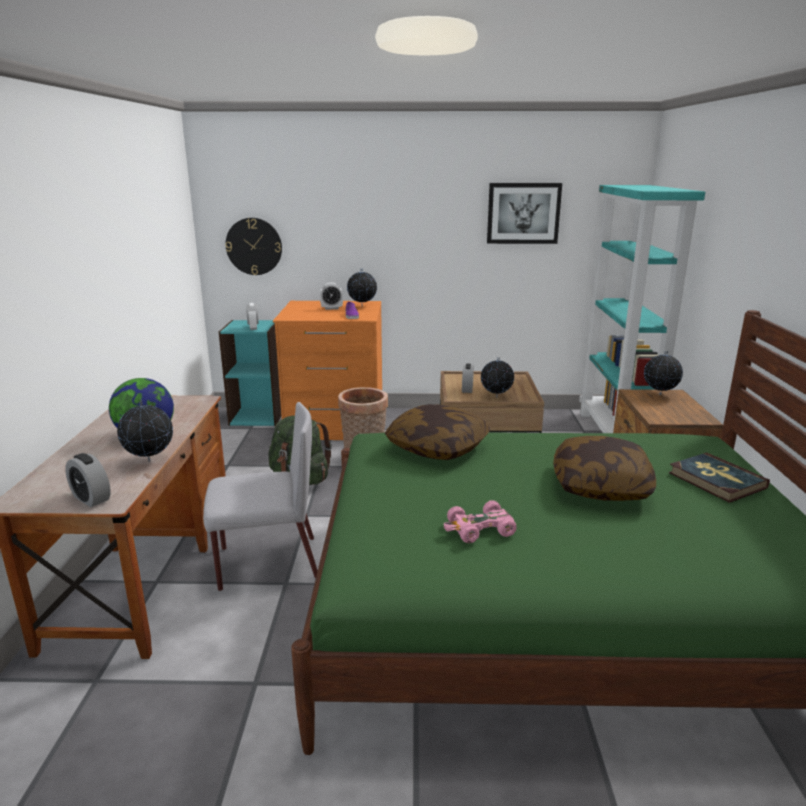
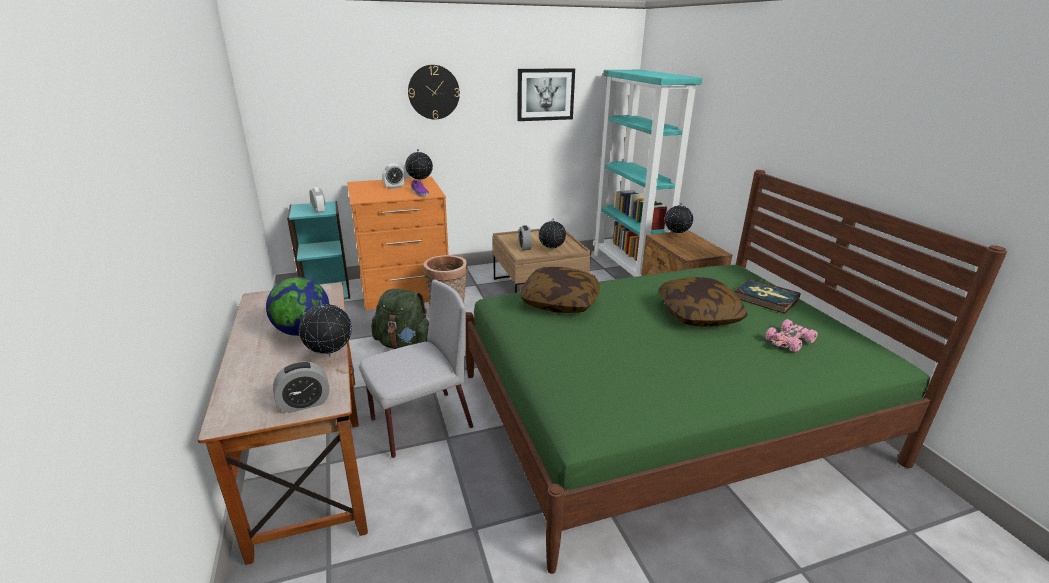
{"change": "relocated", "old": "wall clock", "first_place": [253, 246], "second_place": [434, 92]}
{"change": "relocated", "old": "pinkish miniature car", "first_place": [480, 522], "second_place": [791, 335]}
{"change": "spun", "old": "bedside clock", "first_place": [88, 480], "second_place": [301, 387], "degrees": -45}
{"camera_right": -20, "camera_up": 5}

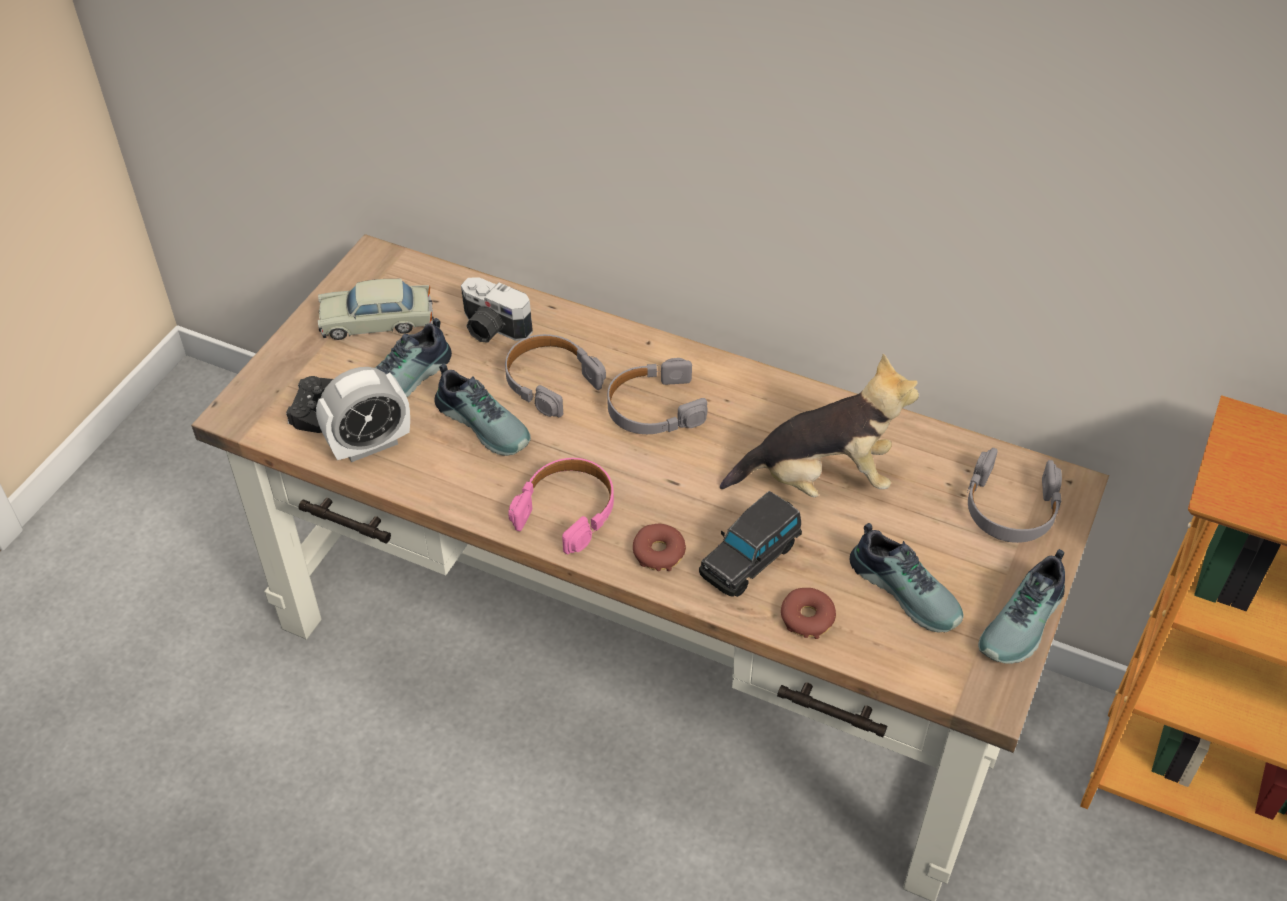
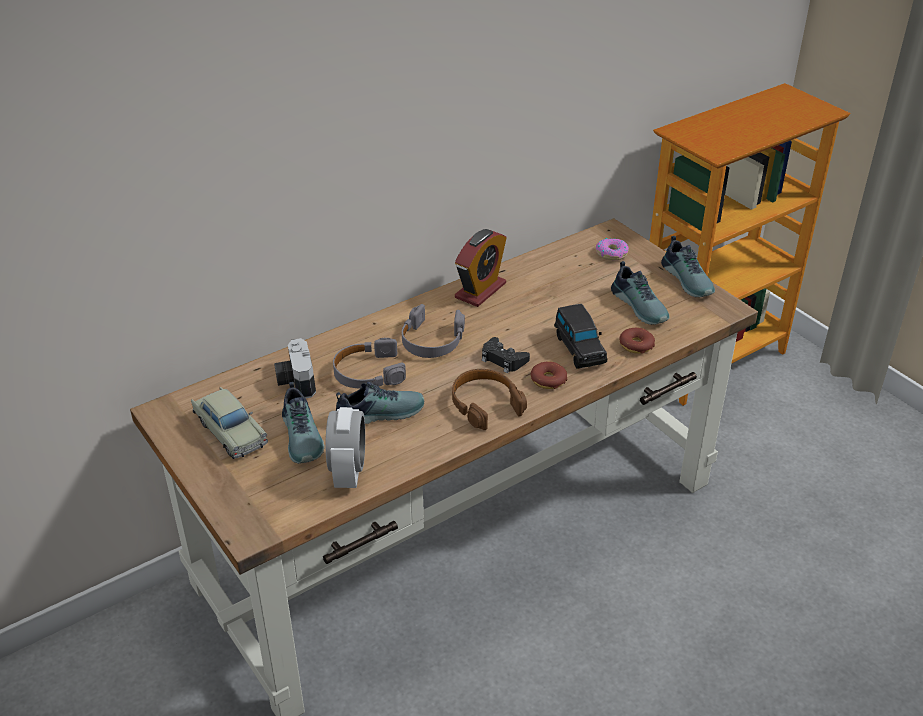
{"change": "missing", "old": "soft toy", "first_place": [819, 425]}
{"change": "appeared", "new": "bedside clock", "second_place": [480, 268]}
{"change": "relocated", "old": "black joypad", "first_place": [309, 404], "second_place": [506, 355]}
{"change": "exchanged", "old": "grey headset", "new": "ring doughnut", "first_place": [1014, 495], "second_place": [612, 249]}
{"change": "colour", "old": "pinkish headset", "new": "brown-coloured headset", "first_place": [561, 506], "second_place": [489, 399]}
{"change": "spun", "old": "beige miniature car", "first_place": [376, 309], "second_place": [229, 423], "degrees": -60}
{"change": "spun", "old": "photo camera", "first_place": [497, 310], "second_place": [295, 368], "degrees": 105}
{"change": "spun", "old": "item of footwear", "first_place": [907, 578], "second_place": [640, 293], "degrees": 75}
{"camera_right": -60, "camera_up": -10}

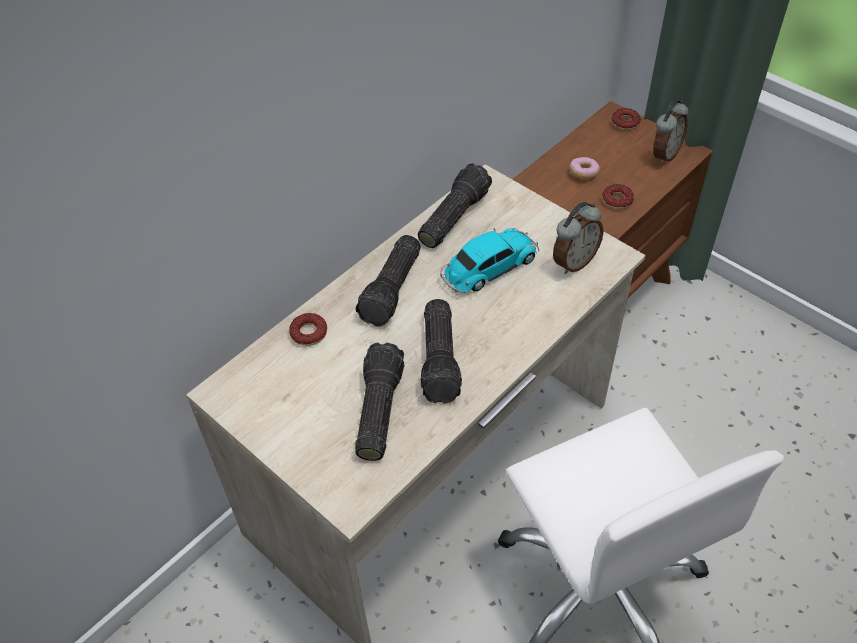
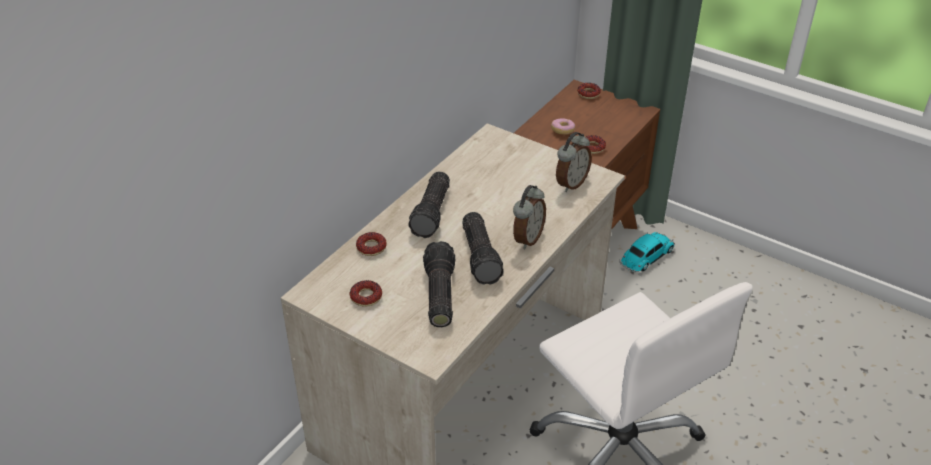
{"change": "missing", "old": "torch", "first_place": [455, 205]}
{"change": "appeared", "new": "ring doughnut", "second_place": [366, 293]}
{"change": "relocated", "old": "miniature car", "first_place": [490, 260], "second_place": [647, 252]}
{"change": "relocated", "old": "bedside clock", "first_place": [671, 132], "second_place": [529, 217]}
{"camera_right": -10, "camera_up": -10}

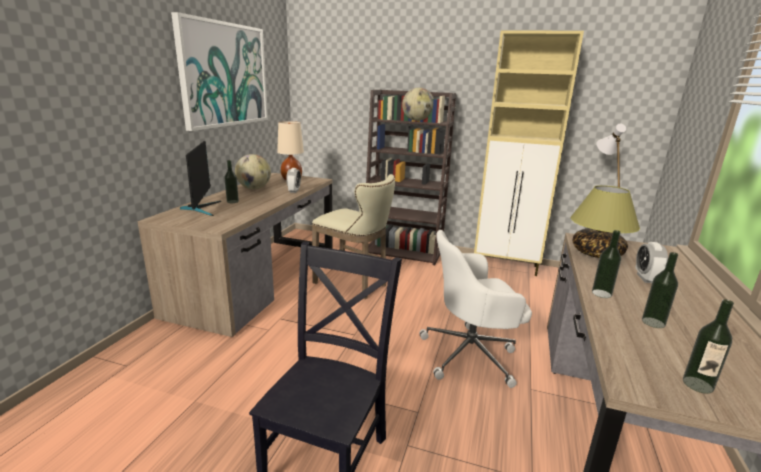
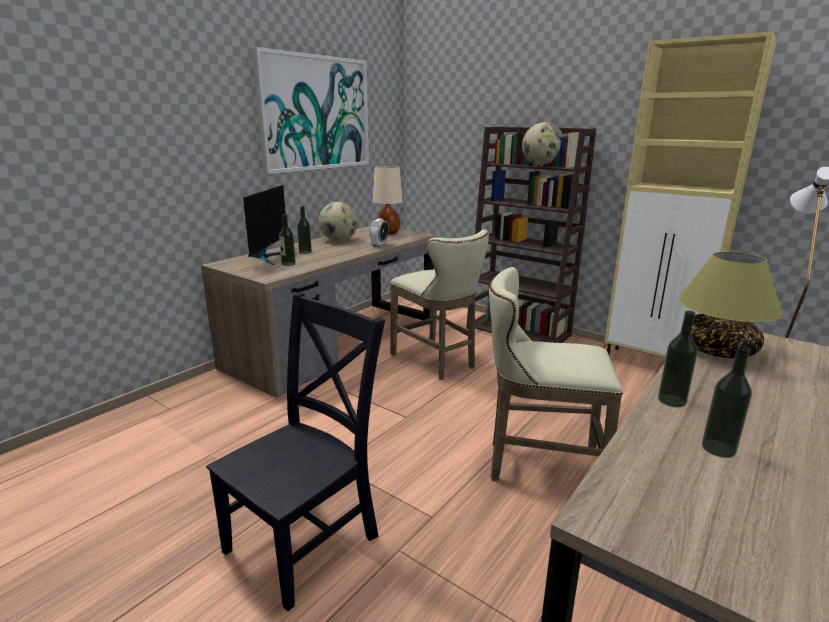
{"change": "missing", "old": "bedside clock", "first_place": [651, 262]}
{"change": "relocated", "old": "drink bottle", "first_place": [708, 346], "second_place": [287, 240]}
{"change": "exchanged", "old": "white-coloured computer chair", "new": "beige stool", "first_place": [475, 309], "second_place": [556, 374]}
{"camera_right": 20, "camera_up": 0}

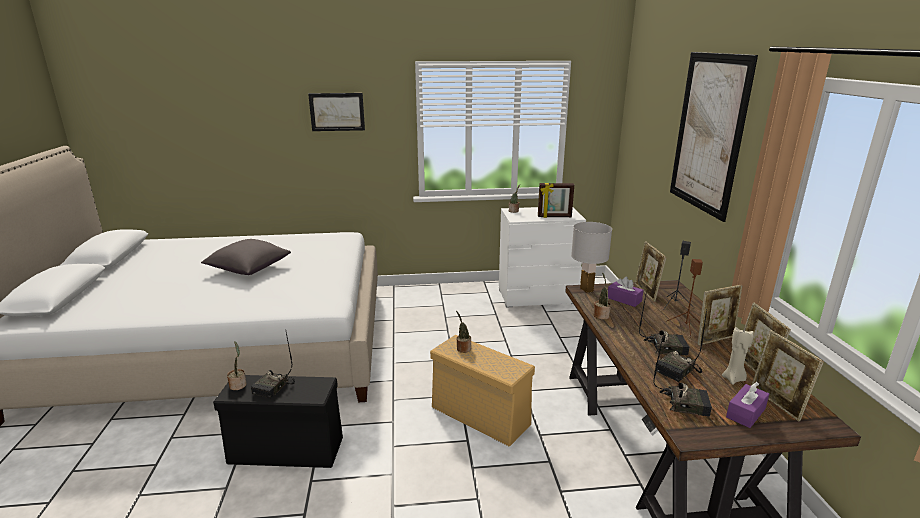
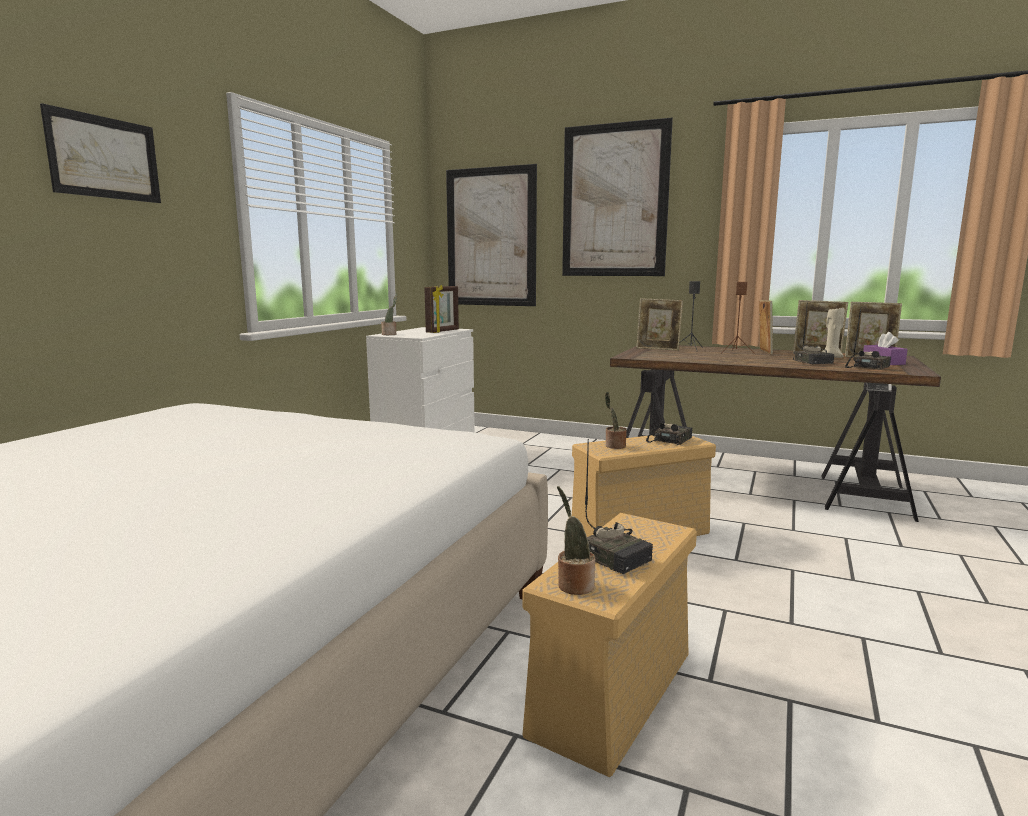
{"change": "missing", "old": "grey pillow", "first_place": [246, 257]}
{"change": "missing", "old": "white-coloured tabletop lamp", "first_place": [591, 257]}
{"change": "missing", "old": "potted plant", "first_place": [602, 296]}
{"change": "missing", "old": "purple-coloured tissue box", "first_place": [626, 292]}
{"change": "appeared", "new": "wall art", "second_place": [491, 235]}
{"change": "relocated", "old": "radio receiver", "first_place": [664, 323], "second_place": [669, 413]}
{"change": "colour", "old": "black storage container", "new": "beige storage container", "first_place": [278, 421], "second_place": [610, 645]}
{"camera_right": -60, "camera_up": -10}

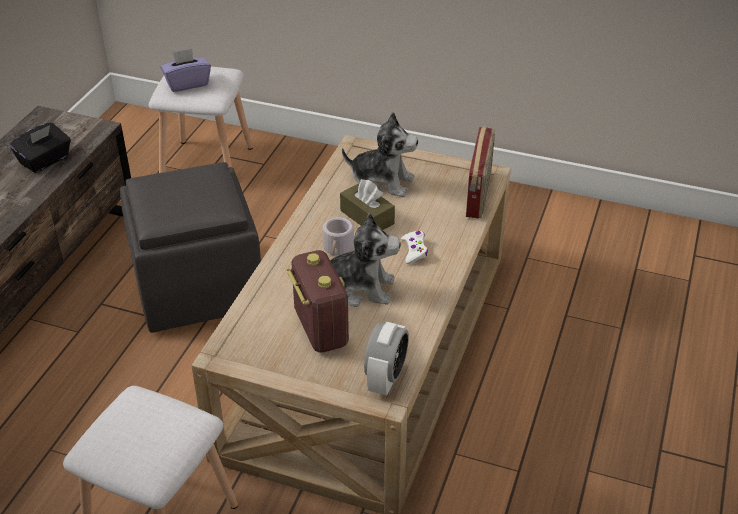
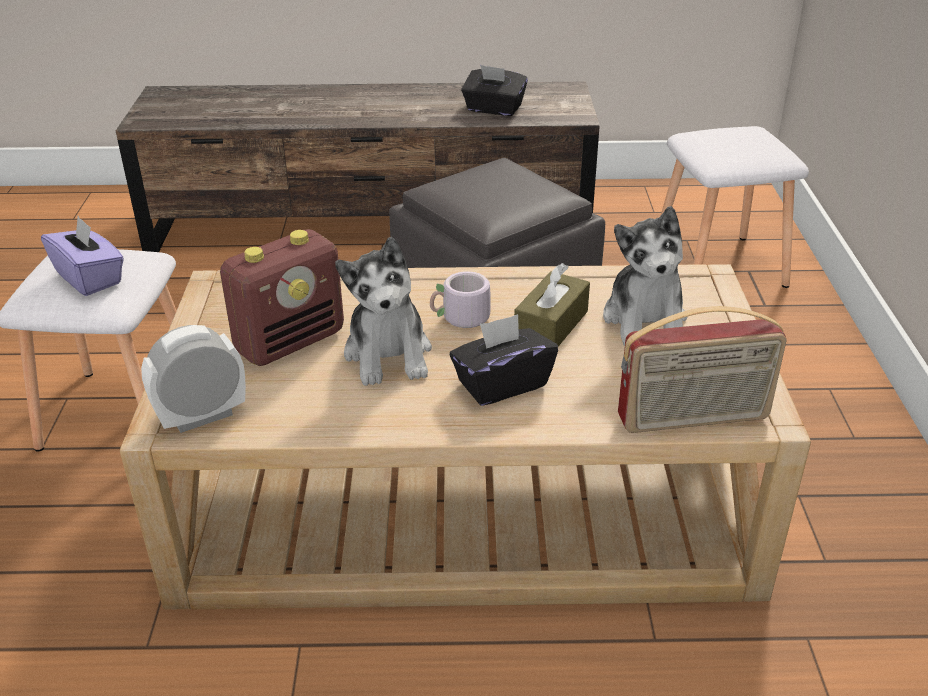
{"change": "relocated", "old": "purple-coloured tissue box", "first_place": [185, 70], "second_place": [82, 256]}
{"change": "exchanged", "old": "white-coloured joypad", "new": "black tissue box", "first_place": [414, 247], "second_place": [504, 360]}
{"change": "spun", "old": "bedside clock", "first_place": [386, 359], "second_place": [193, 379], "degrees": 150}
{"camera_right": 70, "camera_up": -5}

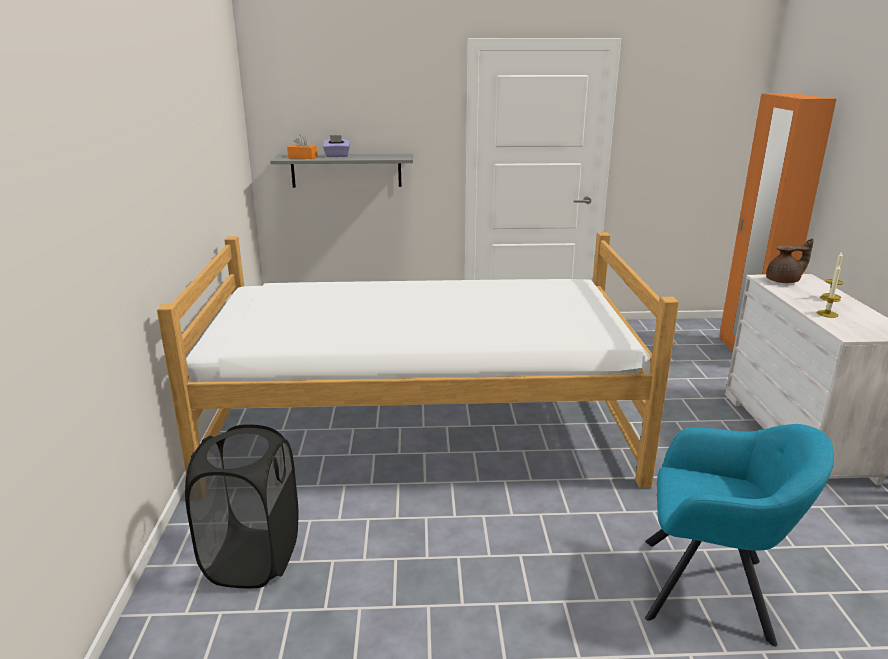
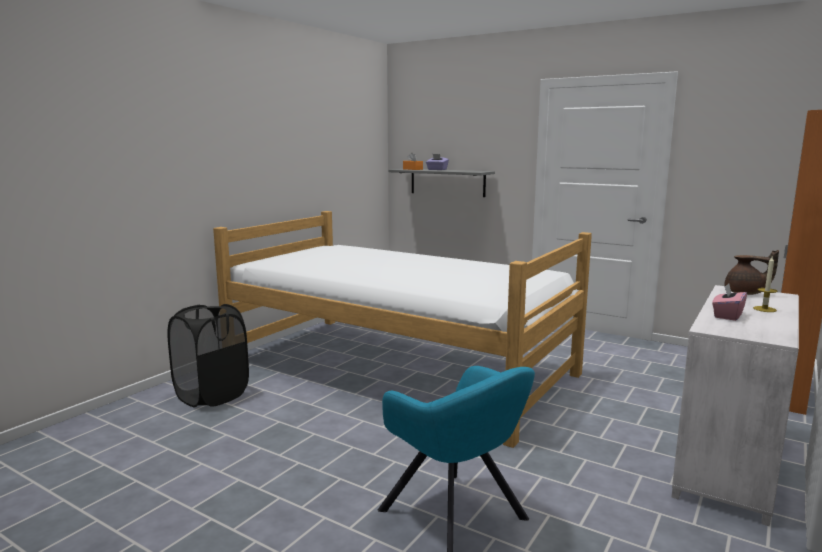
{"change": "exchanged", "old": "wax light", "new": "pinkish tissue box", "first_place": [828, 291], "second_place": [729, 302]}
{"camera_right": 35, "camera_up": -10}

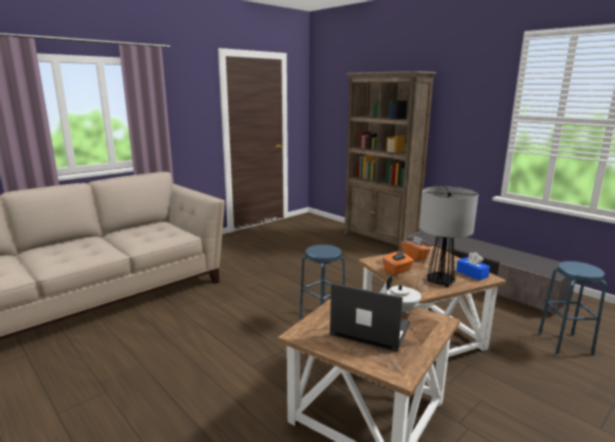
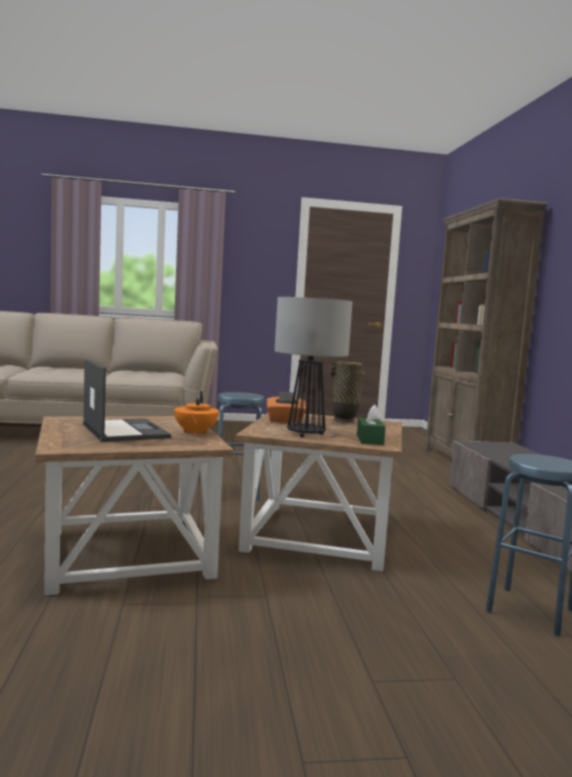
{"change": "exchanged", "old": "orange-coloured tissue box", "new": "decorative vase", "first_place": [416, 248], "second_place": [348, 392]}
{"change": "colour", "old": "white-coloured teapot", "new": "orange-coloured teapot", "first_place": [405, 295], "second_place": [196, 413]}
{"change": "colour", "old": "bluish tissue box", "new": "green tissue box", "first_place": [473, 266], "second_place": [371, 424]}
{"camera_right": 35, "camera_up": -10}

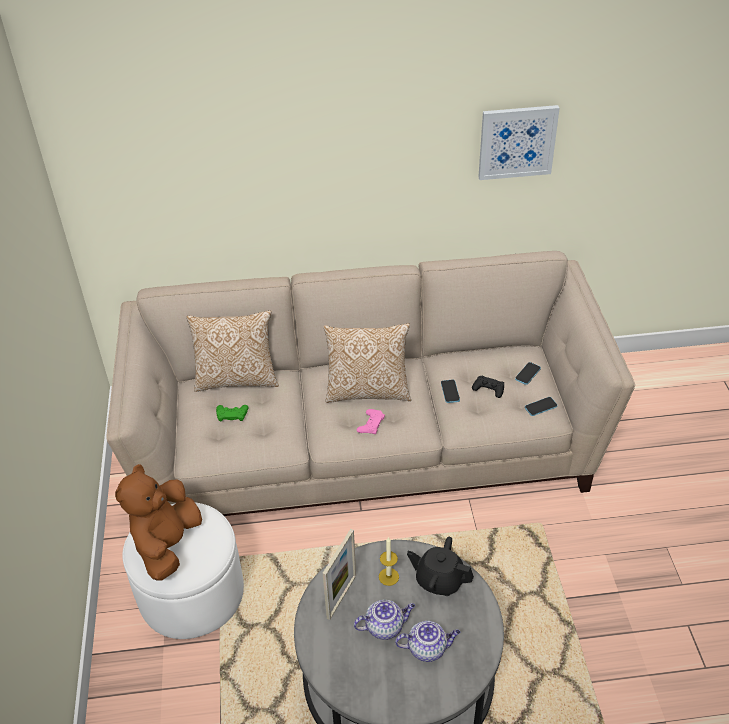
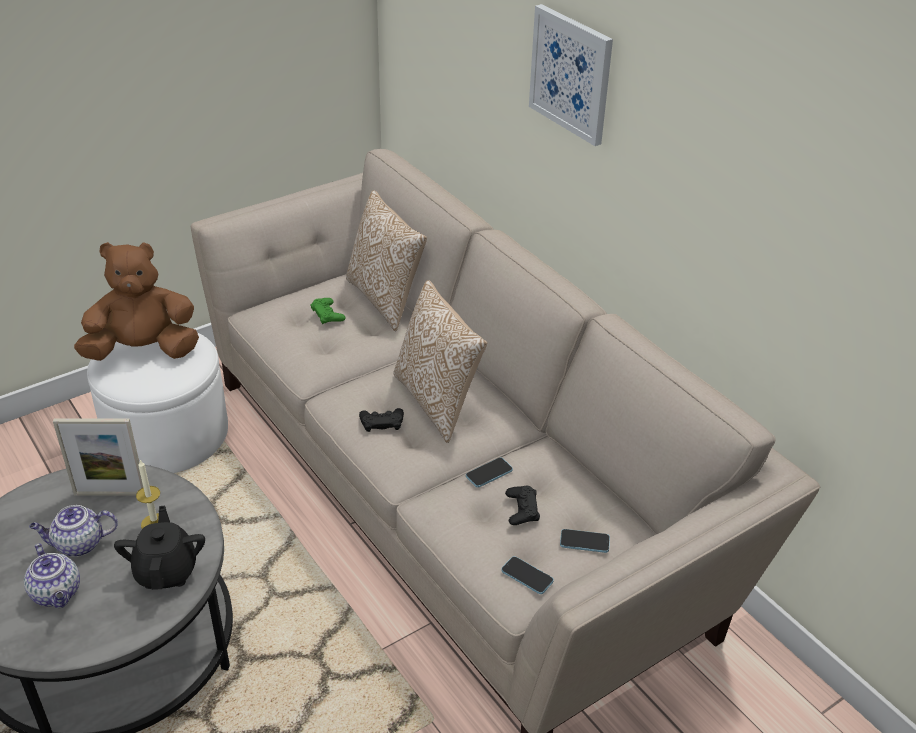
{"change": "relocated", "old": "wall art", "first_place": [519, 142], "second_place": [571, 75]}
{"change": "colour", "old": "pinkish joypad", "new": "black joypad", "first_place": [371, 422], "second_place": [381, 420]}
{"change": "spun", "old": "teapot", "first_place": [384, 620], "second_place": [73, 531], "degrees": 120}
{"camera_right": 60, "camera_up": -5}

